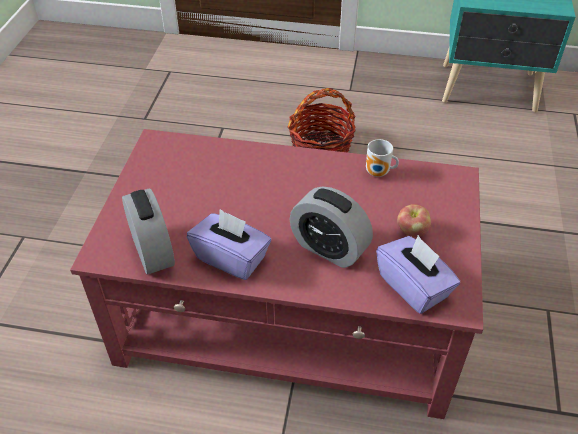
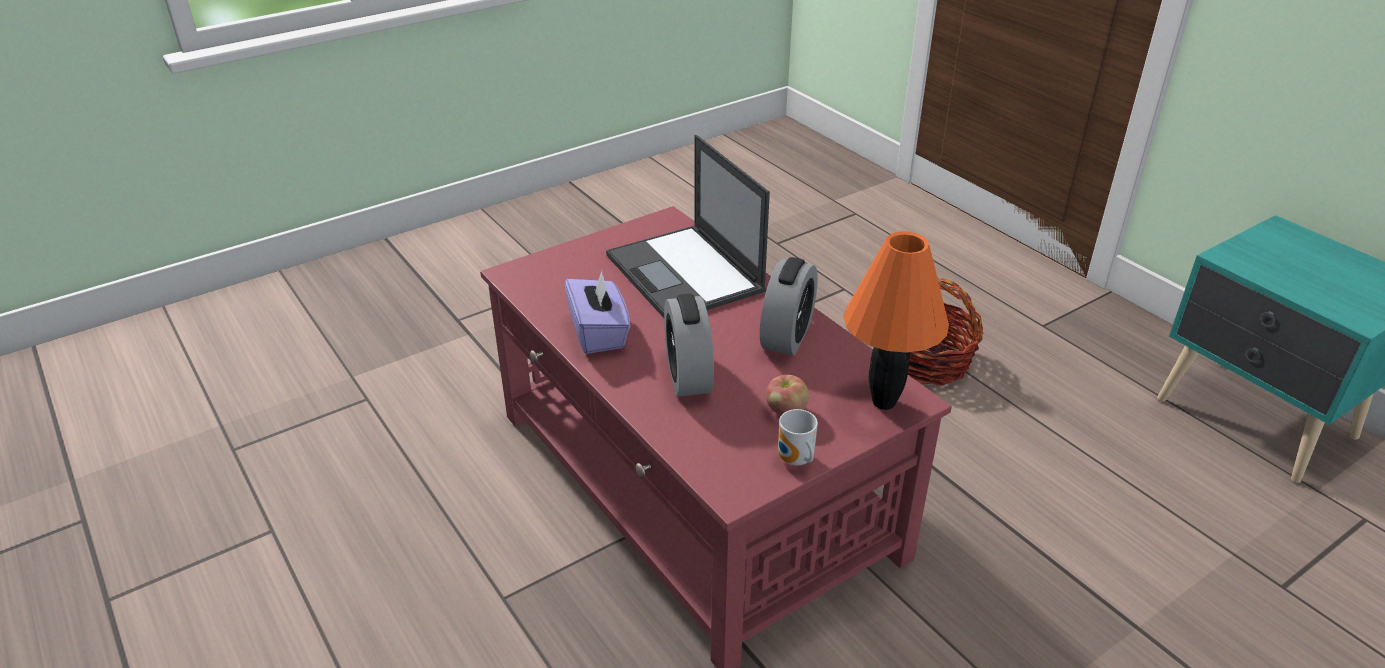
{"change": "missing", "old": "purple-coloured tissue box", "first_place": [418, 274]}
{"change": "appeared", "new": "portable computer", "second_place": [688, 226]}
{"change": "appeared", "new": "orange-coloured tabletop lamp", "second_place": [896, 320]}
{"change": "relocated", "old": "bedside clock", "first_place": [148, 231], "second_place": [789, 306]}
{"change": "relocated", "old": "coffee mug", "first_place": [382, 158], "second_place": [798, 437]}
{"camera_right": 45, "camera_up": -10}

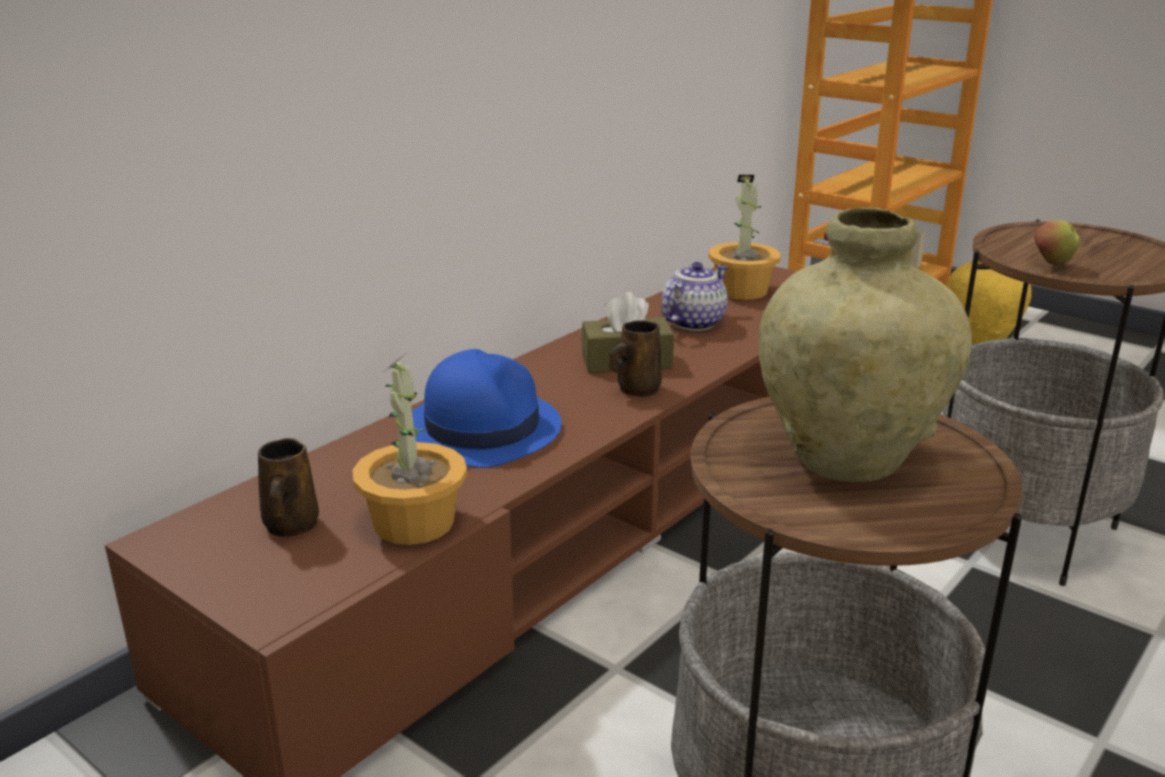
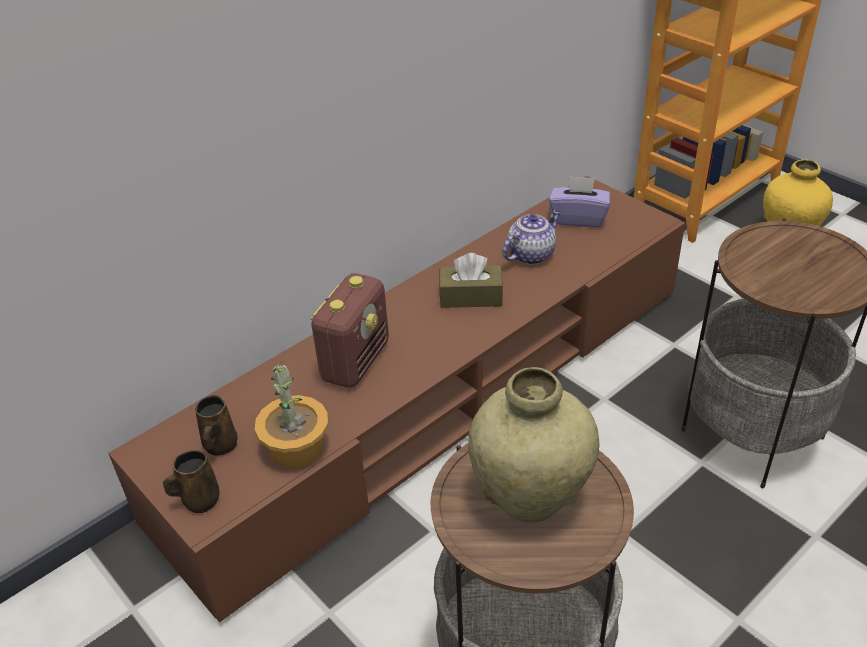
{"change": "missing", "old": "apple fruit", "first_place": [1057, 242]}
{"change": "relocated", "old": "brown-coloured coffee mug", "first_place": [635, 358], "second_place": [191, 481]}
{"change": "exchanged", "old": "bluish clothing hat", "new": "radio receiver", "first_place": [487, 408], "second_place": [350, 330]}
{"change": "exchanged", "old": "potted plant", "new": "purple-coloured tissue box", "first_place": [744, 237], "second_place": [579, 201]}
{"camera_right": 10, "camera_up": 15}

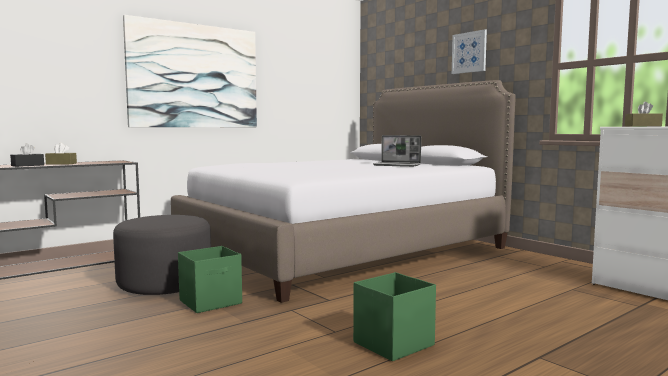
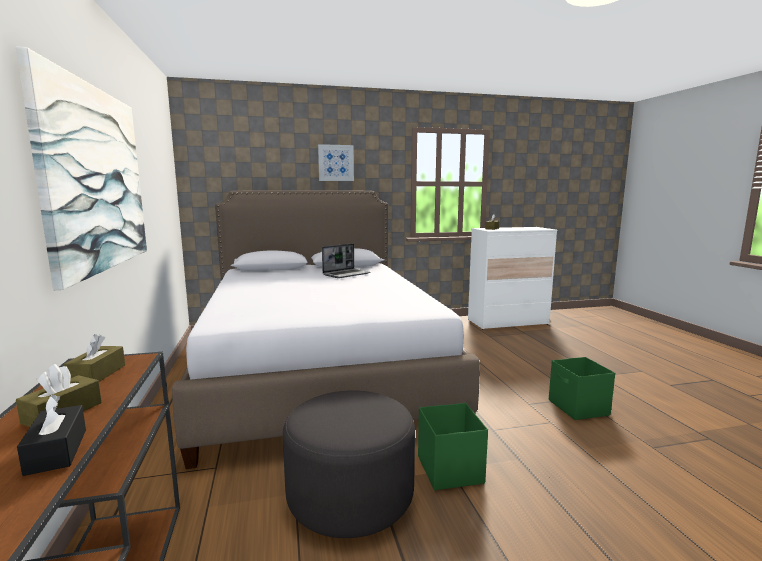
{"change": "appeared", "new": "brown-coloured tissue box", "second_place": [94, 358]}
{"camera_right": -65, "camera_up": 5}

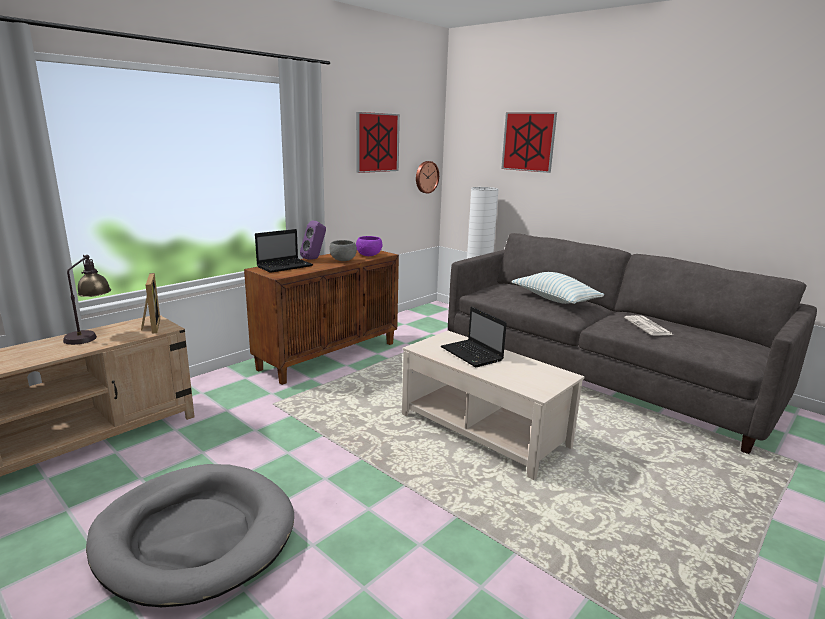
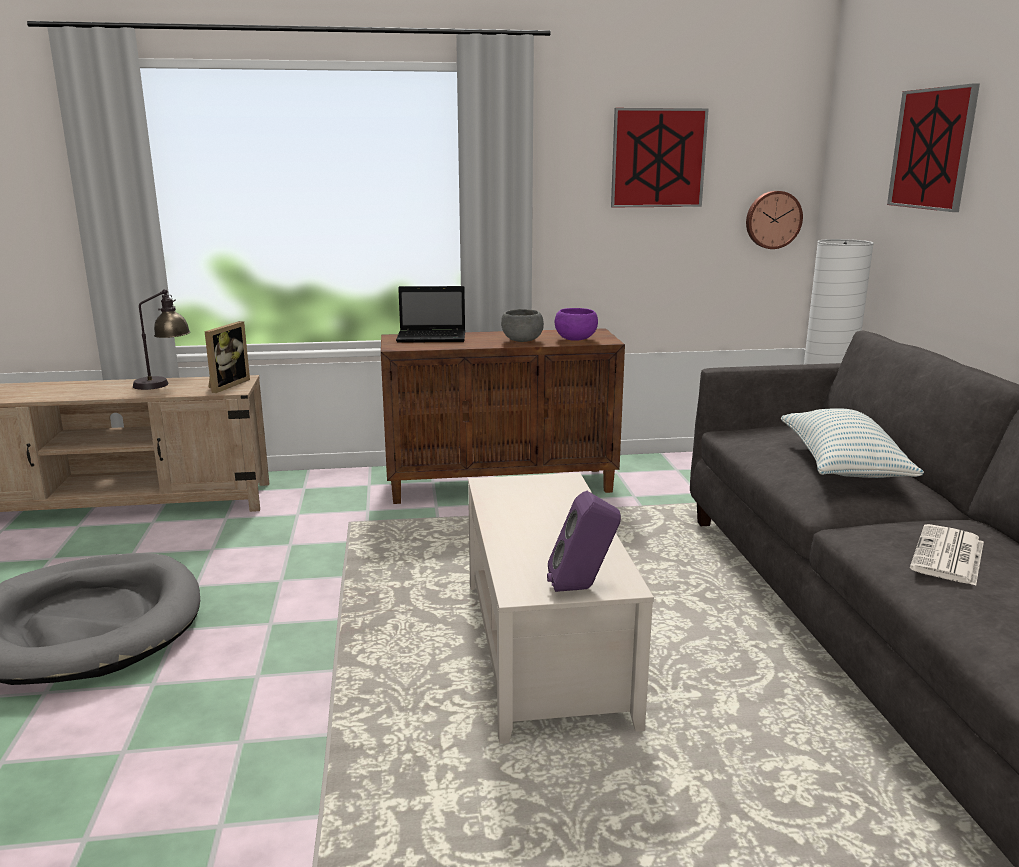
{"change": "missing", "old": "portable computer", "first_place": [474, 337]}
{"change": "relocated", "old": "purple-coloured speaker", "first_place": [313, 240], "second_place": [584, 541]}
{"camera_right": 40, "camera_up": 0}

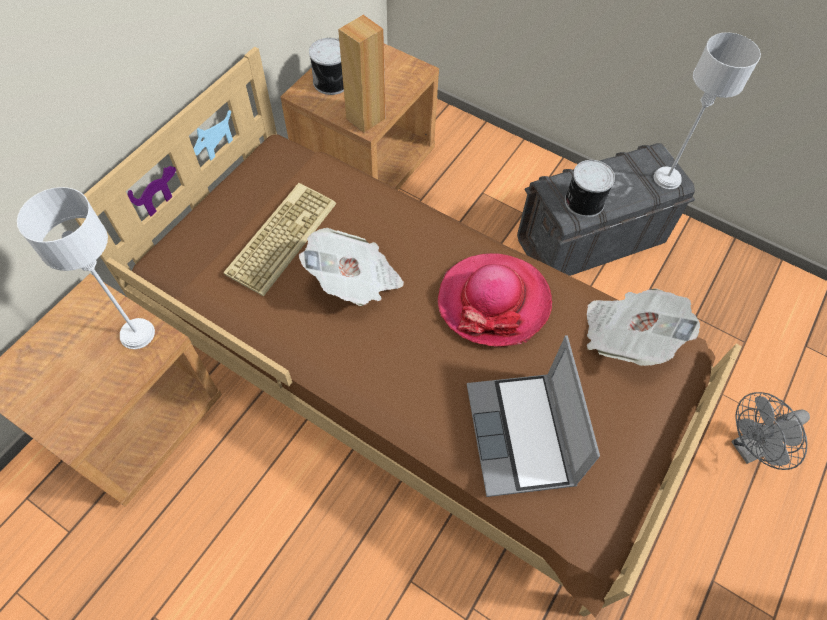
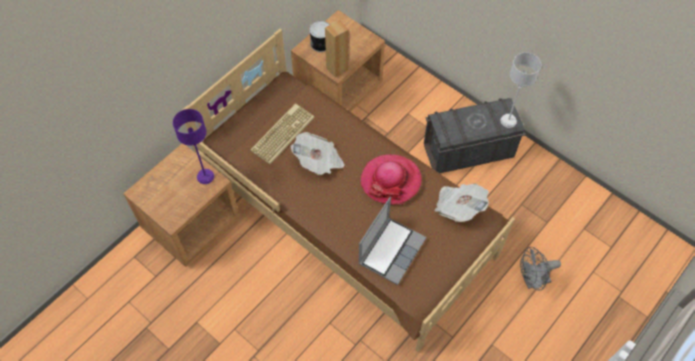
{"change": "missing", "old": "metal can", "first_place": [590, 189]}
{"change": "colour", "old": "white-coloured tabletop lamp", "new": "purple-coloured tabletop lamp", "first_place": [86, 268], "second_place": [193, 146]}
{"change": "spun", "old": "portable computer", "first_place": [533, 416], "second_place": [392, 241], "degrees": -150}
{"camera_right": 10, "camera_up": 0}

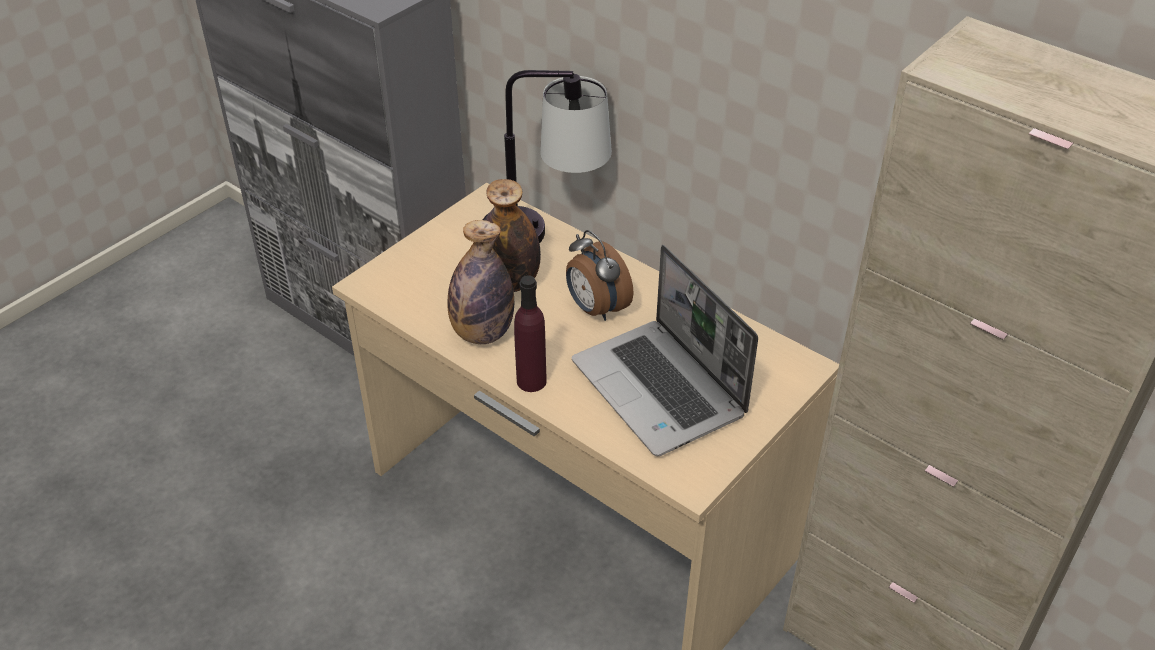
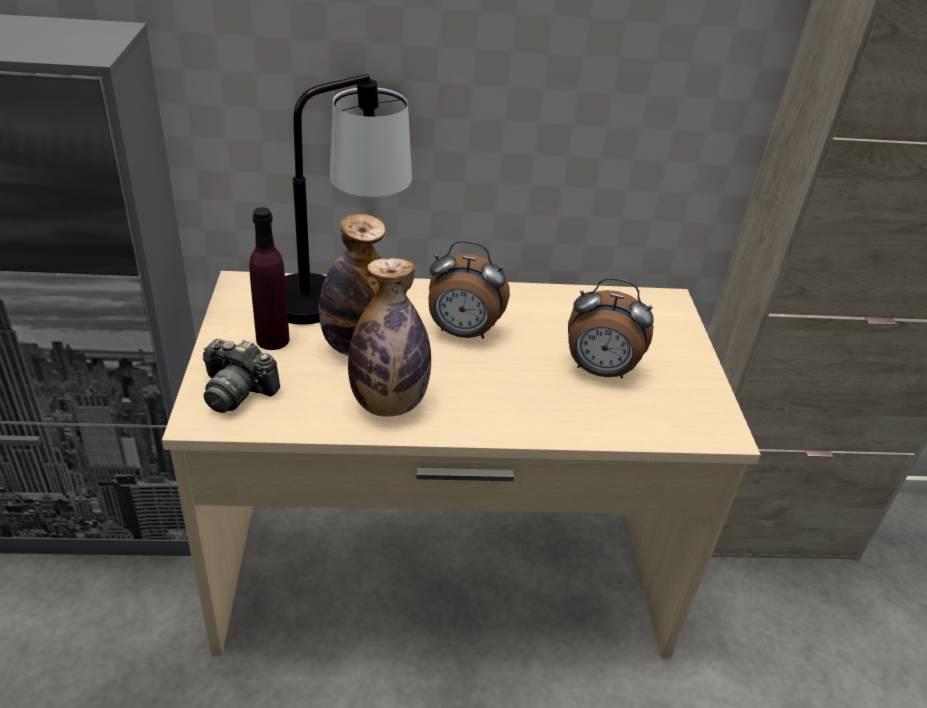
{"change": "appeared", "new": "photo camera", "second_place": [241, 376]}
{"change": "relocated", "old": "purple-coloured drink bottle", "first_place": [530, 333], "second_place": [269, 278]}
{"change": "exchanged", "old": "portable computer", "new": "bedside clock", "first_place": [665, 350], "second_place": [611, 327]}
{"camera_right": -45, "camera_up": -5}

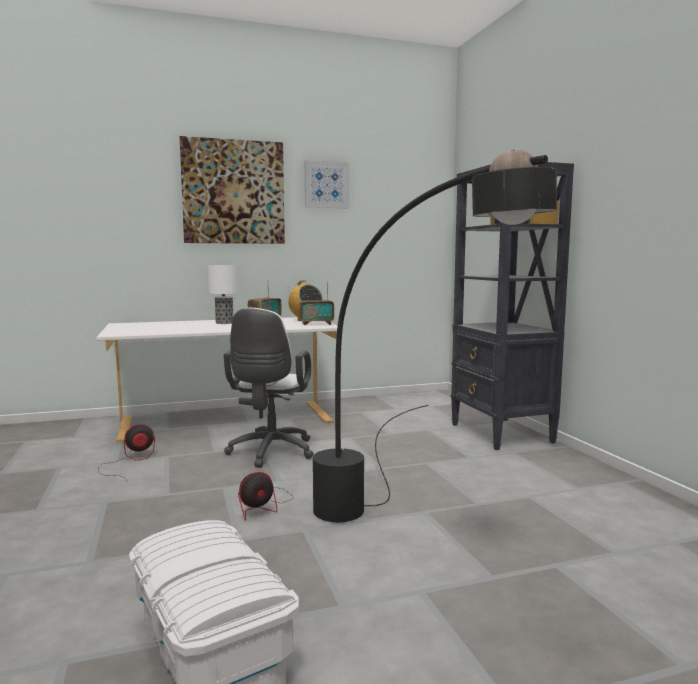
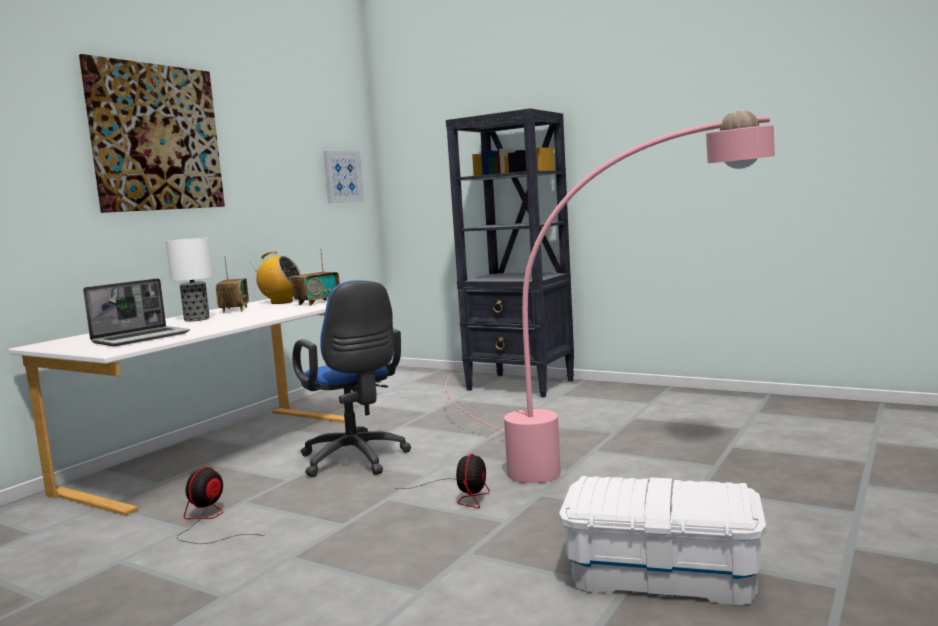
{"change": "appeared", "new": "portable computer", "second_place": [136, 312]}
{"change": "relocated", "old": "wall art", "first_place": [327, 184], "second_place": [343, 177]}
{"change": "colour", "old": "white-coloured computer chair", "new": "bluish computer chair", "first_place": [269, 388], "second_place": [351, 378]}
{"change": "colour", "old": "black floor lamp", "new": "pinkish floor lamp", "first_place": [435, 336], "second_place": [610, 296]}
{"camera_right": -40, "camera_up": 0}

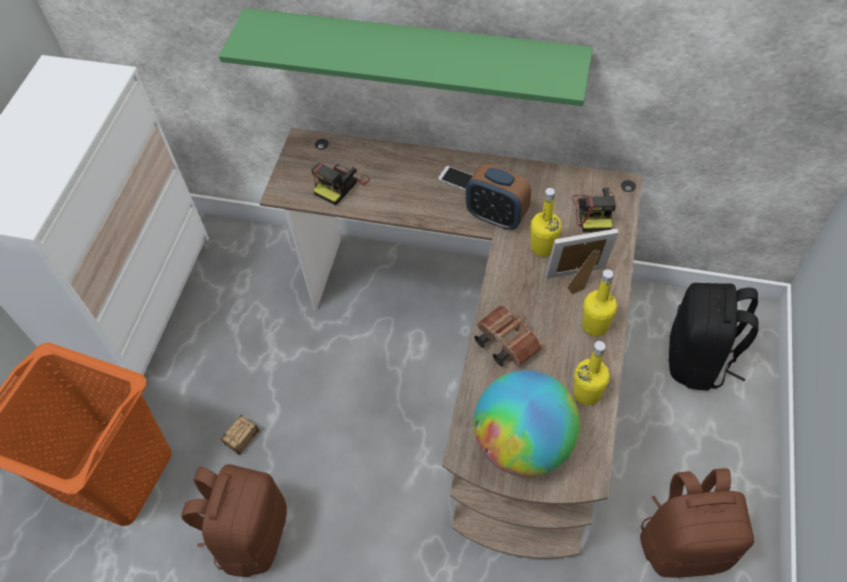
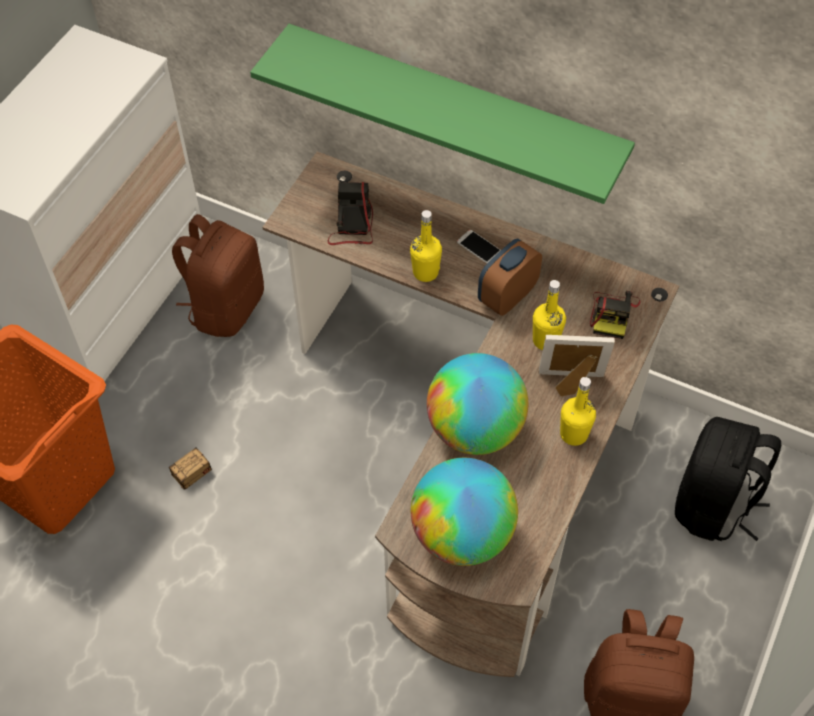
{"change": "relocated", "old": "brown-coloured knapsack", "first_place": [234, 520], "second_place": [218, 275]}
{"change": "relocated", "old": "yellowish drink bottle", "first_place": [591, 373], "second_place": [426, 246]}
{"change": "exchanged", "old": "brown-coloured pair of binoculars", "new": "desk globe", "first_place": [508, 336], "second_place": [477, 404]}
{"change": "spun", "old": "photo camera", "first_place": [340, 184], "second_place": [350, 213], "degrees": 135}
{"change": "spun", "old": "bedside clock", "first_place": [498, 197], "second_place": [510, 277], "degrees": 90}
{"camera_right": 10, "camera_up": 0}

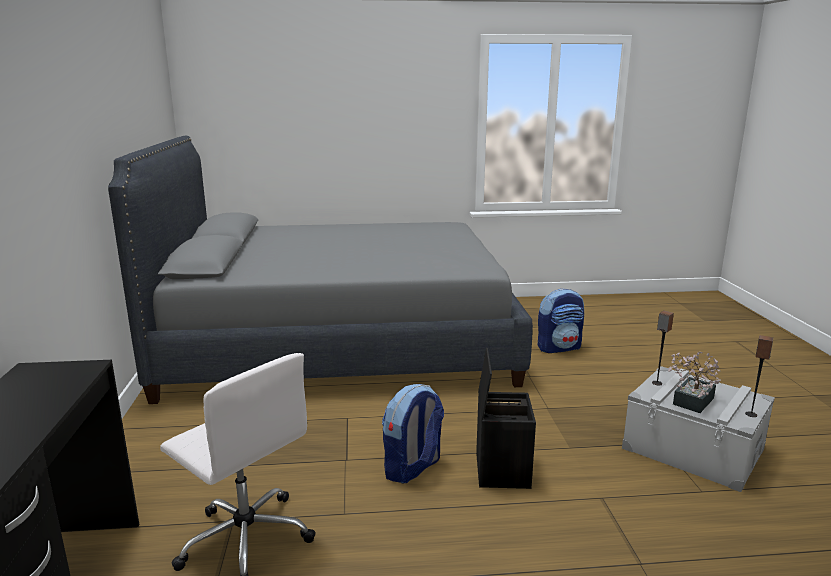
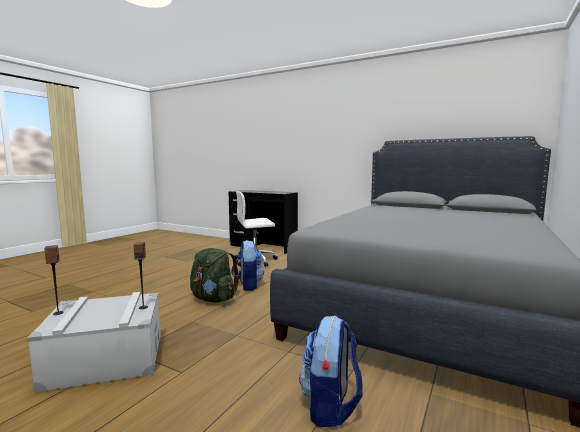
{"change": "missing", "old": "potted plant", "first_place": [694, 382]}
{"change": "exchanged", "old": "black storage container", "new": "green knapsack", "first_place": [506, 418], "second_place": [214, 275]}
{"camera_right": 125, "camera_up": -10}

